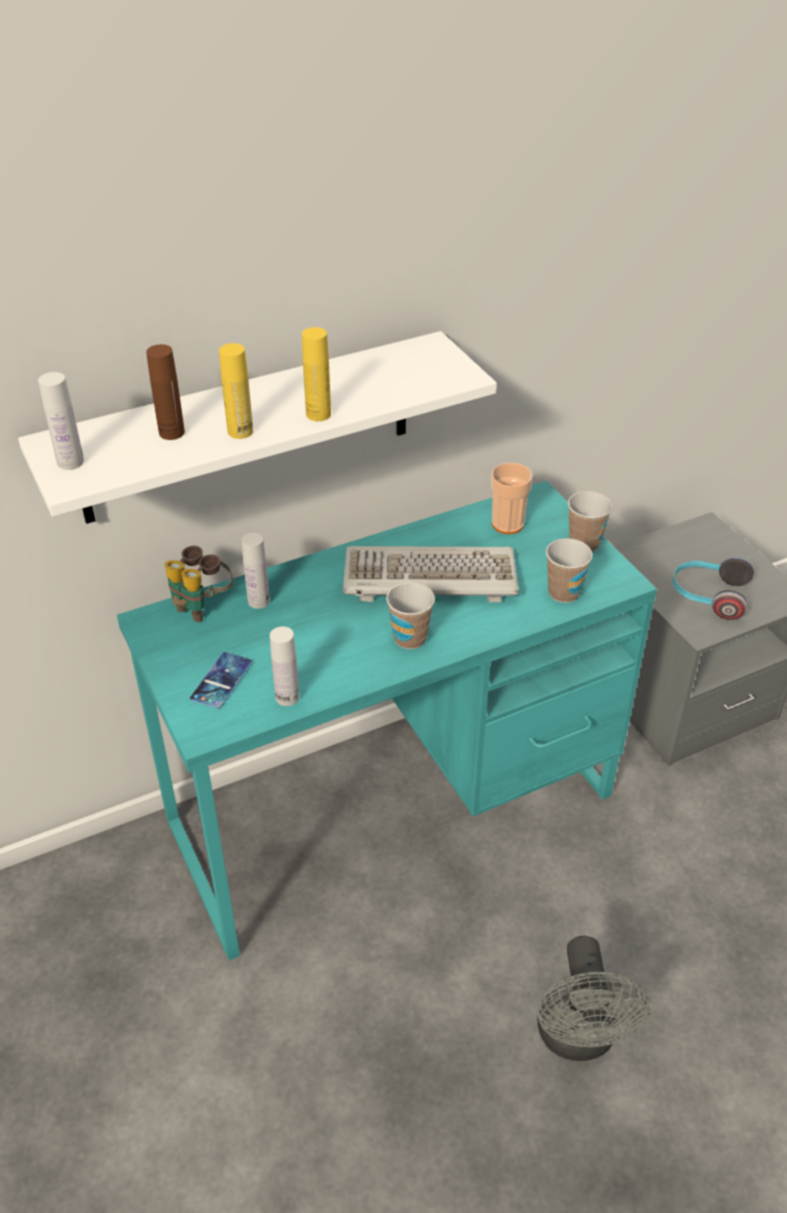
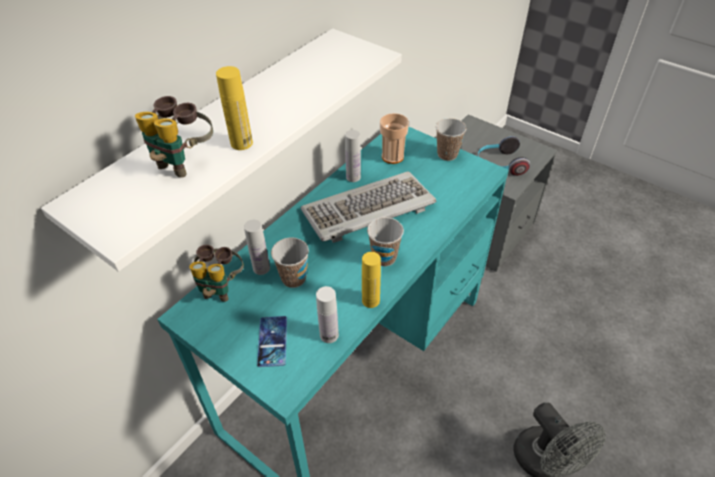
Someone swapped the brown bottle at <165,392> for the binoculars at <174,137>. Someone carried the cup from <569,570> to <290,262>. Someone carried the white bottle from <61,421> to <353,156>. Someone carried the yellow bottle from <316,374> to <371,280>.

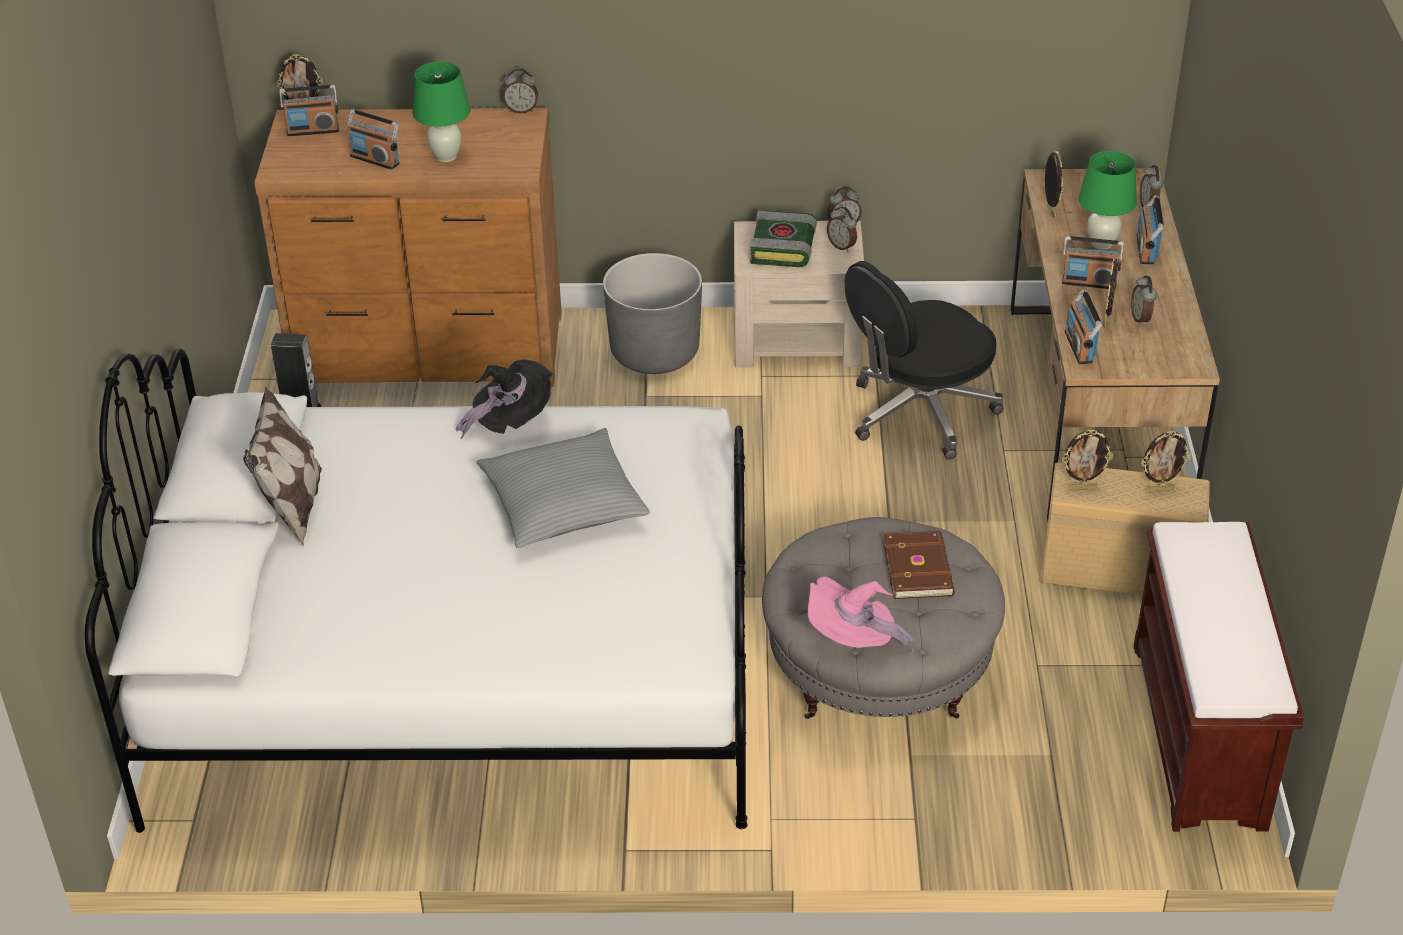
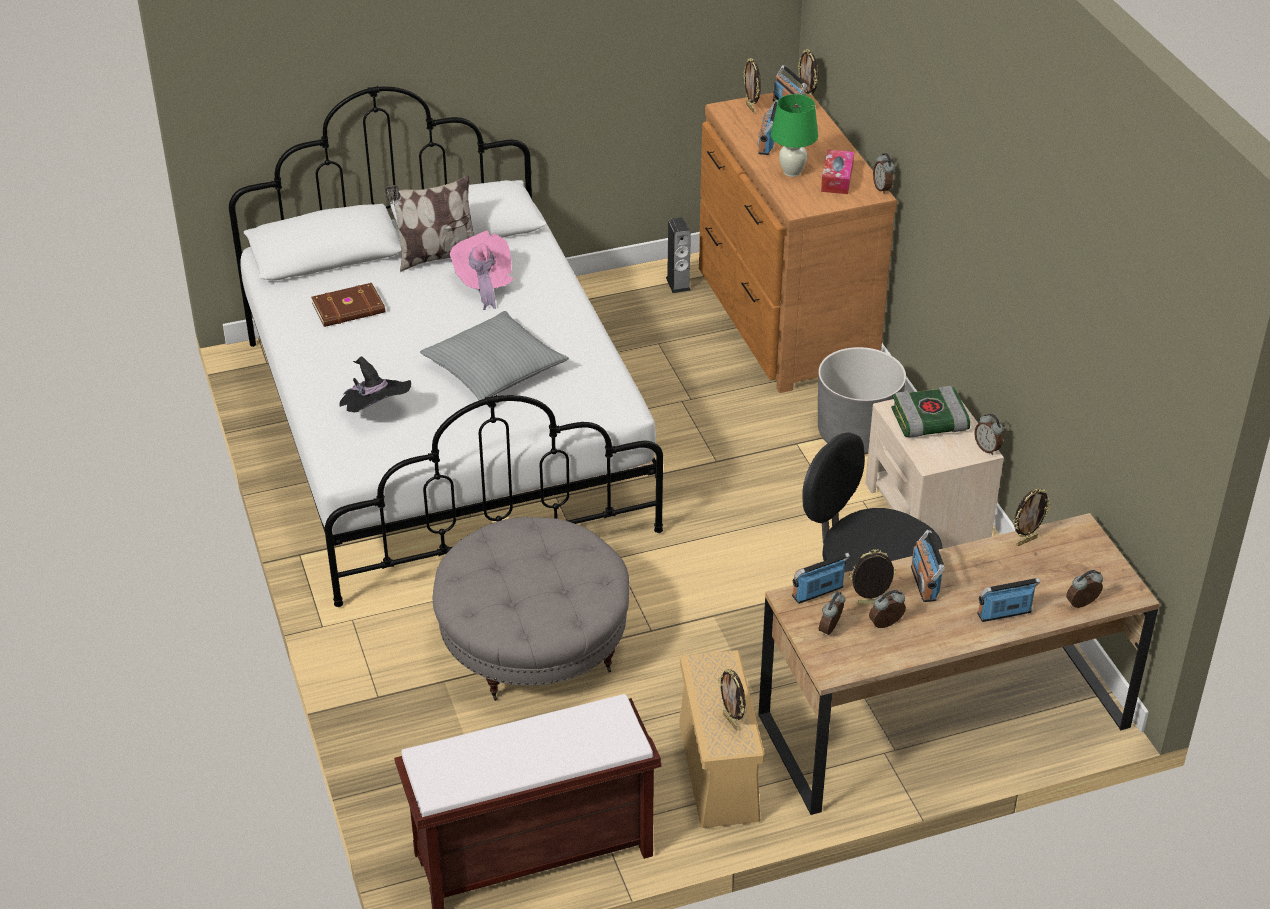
Someone carried the brown book from <919,565> to <348,305>. Someone carried the black hat from <504,399> to <375,384>. Someone carried the pink hat from <861,614> to <481,270>. Someone carried the picture frame from <1087,459> to <752,85>. Someone carried the alarm clock from <842,229> to <832,614>. Someone put down the tissue box at <837,171>. Someone took away the green table lamp at <1108,200>.

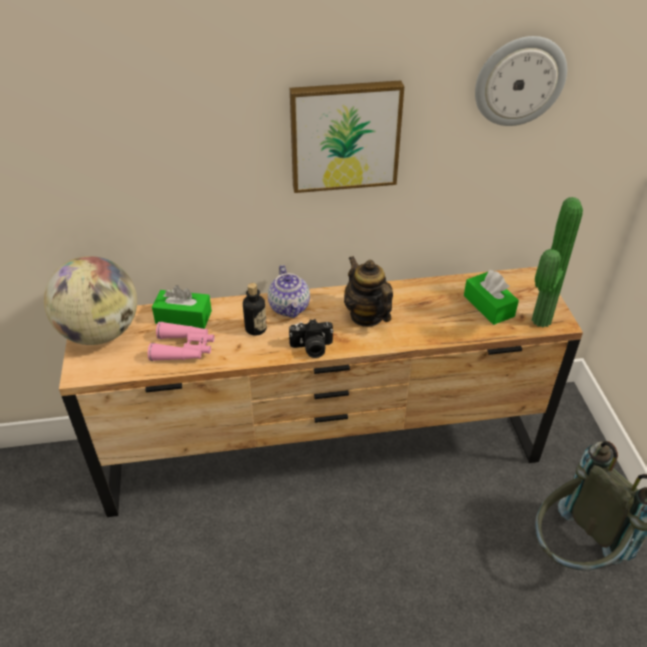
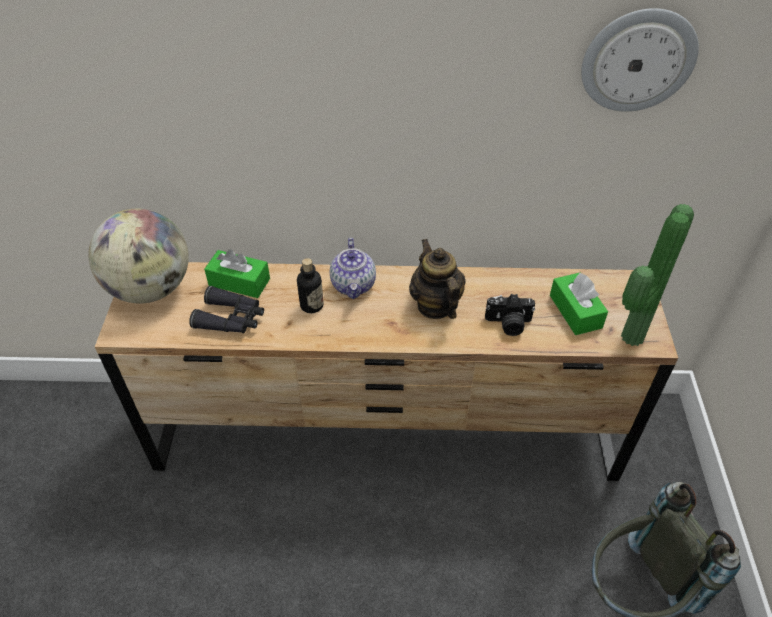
Someone repainted the pink binoculars at <181,341>, which became the black binoculars at <226,309>. Someone carried the photo camera from <311,338> to <510,315>. Someone took away the picture at <347,136>.

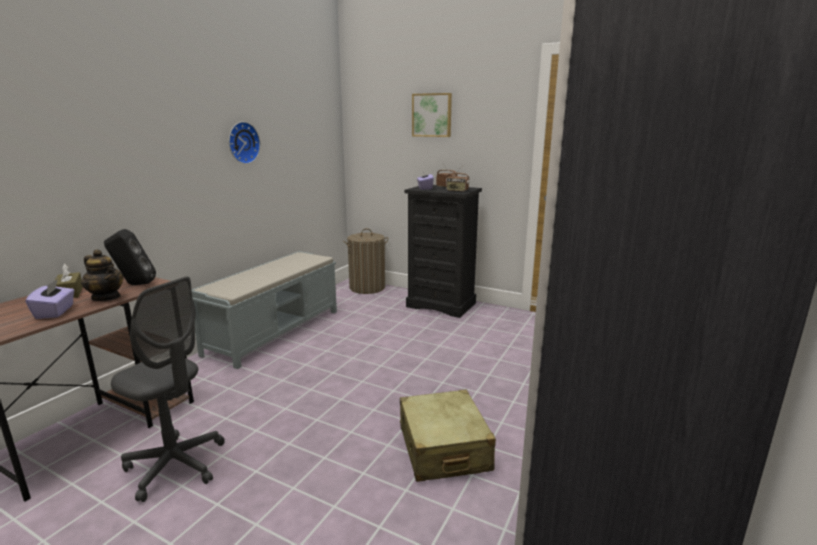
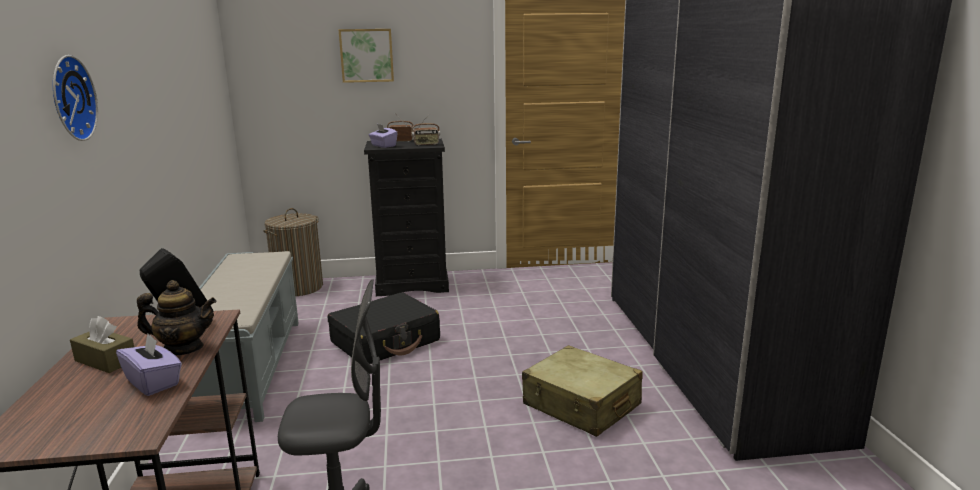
Someone carried the wall clock from <244,143> to <75,98>. Someone put down the black suitcase at <384,328>.

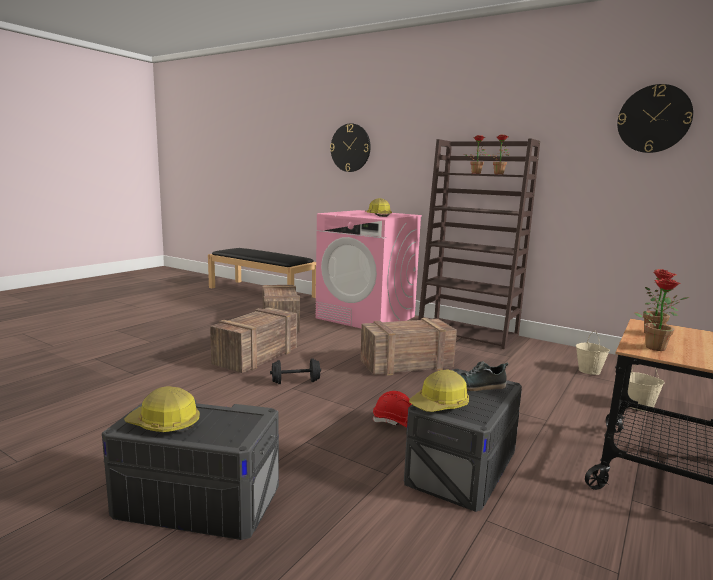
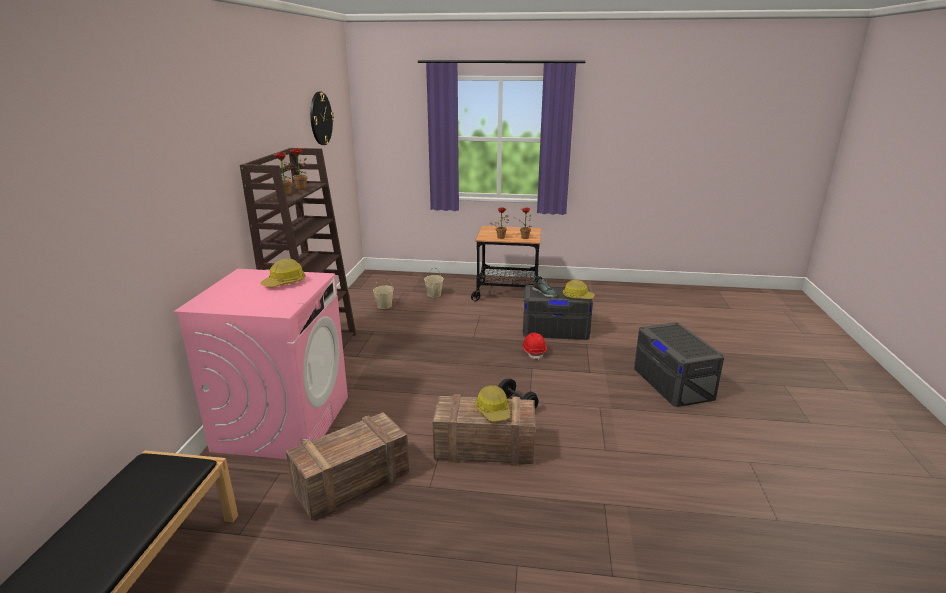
Someone carried the hard hat from <162,409> to <492,403>. Someone took away the wall clock at <350,147>. Someone took away the crate at <408,346>.

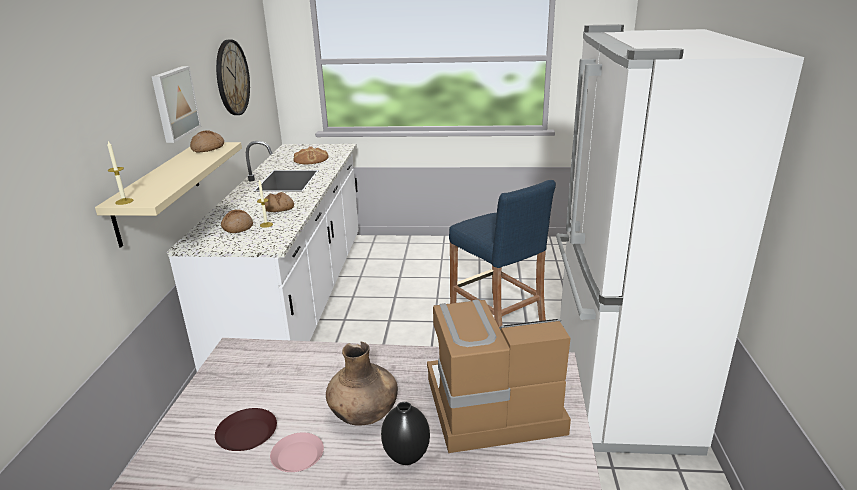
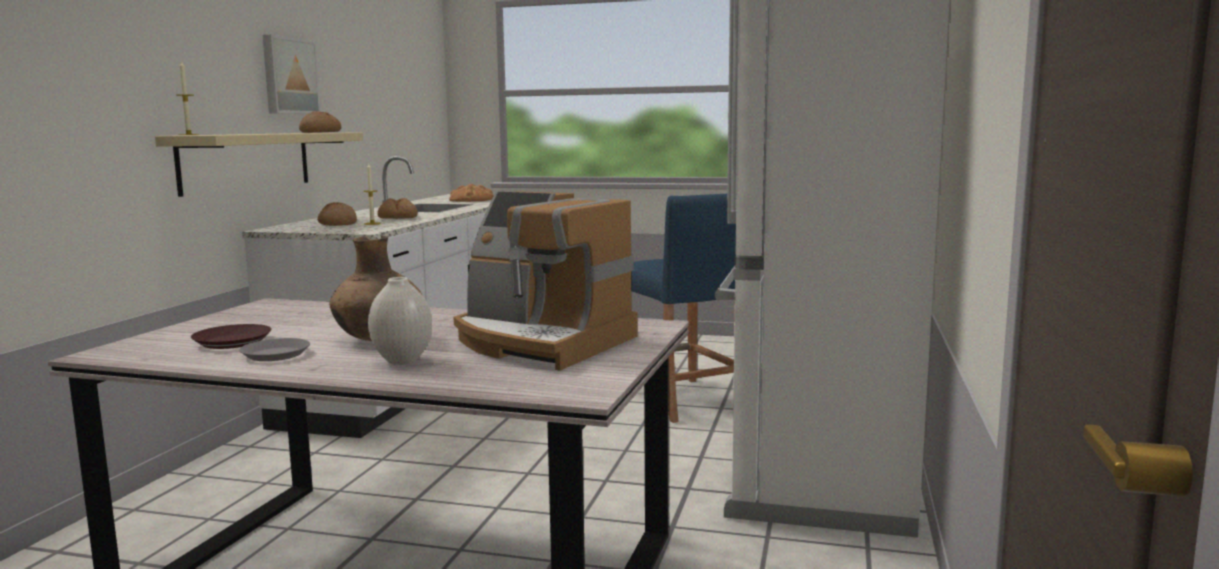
Someone repainted the pink plate at <297,452>, which became the grey plate at <274,349>. Someone repainted the black vase at <405,433>, which became the white vase at <400,321>. Someone rotated the coffee machine at <499,376> by 150 degrees counterclockwise. Someone took away the wall clock at <233,77>.

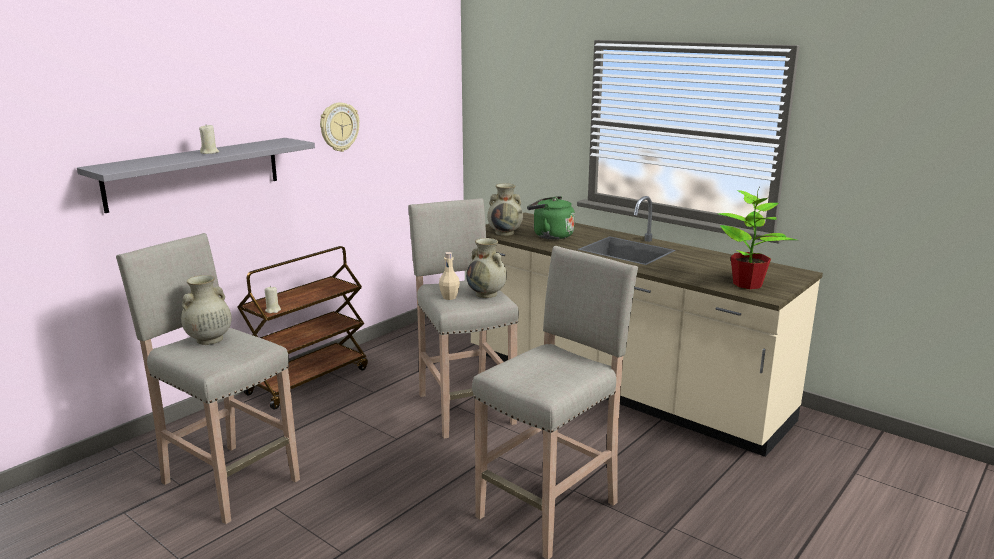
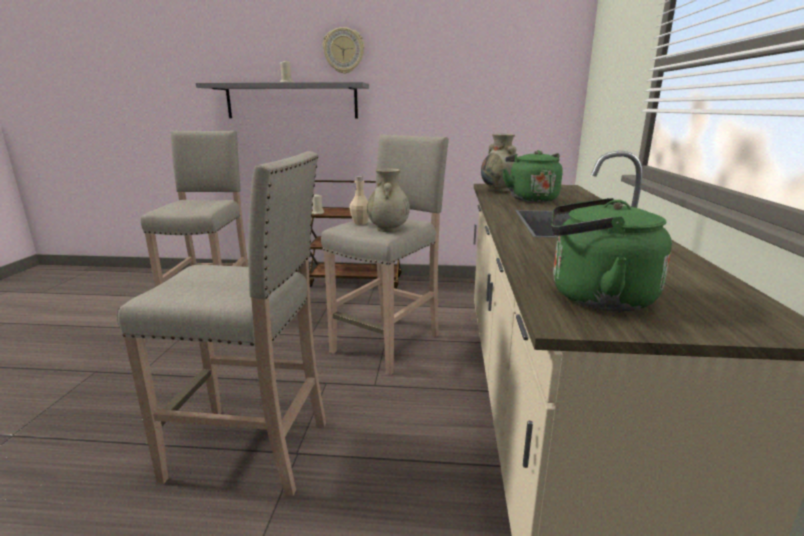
Someone carried the wall clock from <339,127> to <343,50>. Someone swapped the potted plant at <758,238> for the green kettle at <611,254>. Someone took away the beige vase at <206,310>.

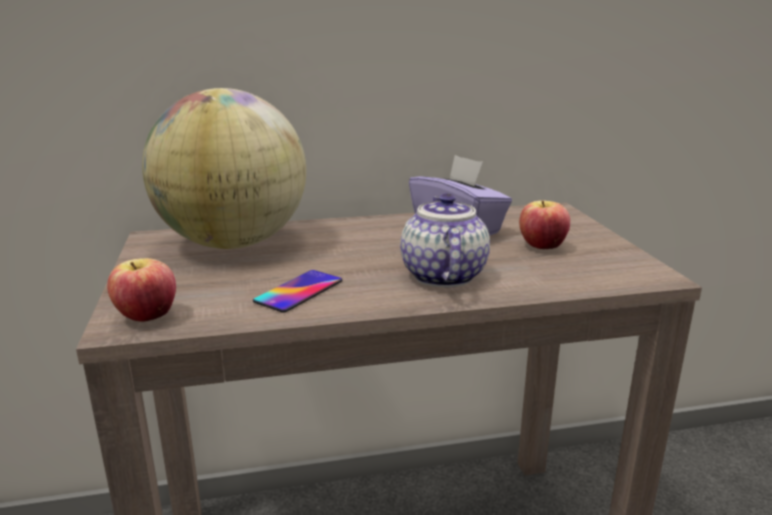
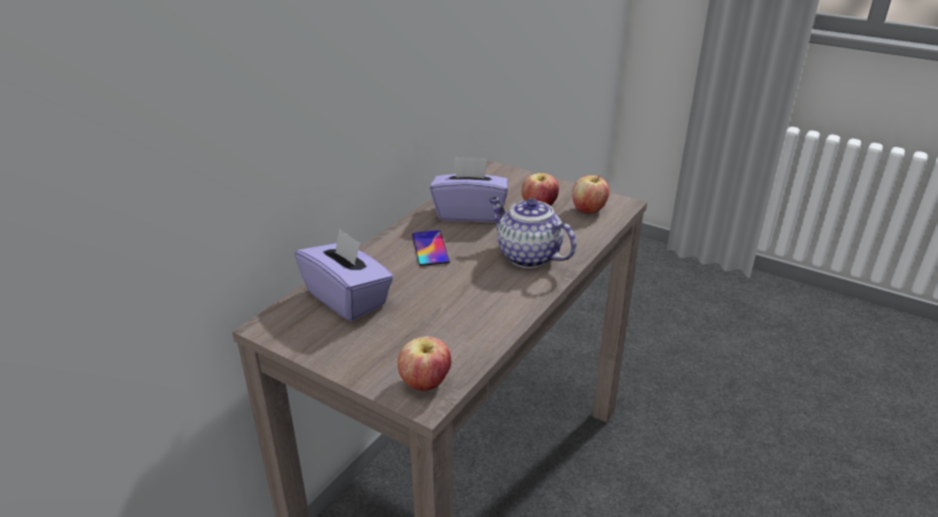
Someone swapped the globe at <224,168> for the purple tissue box at <344,274>. Someone carried the phone from <297,291> to <431,248>. Someone put down the apple at <591,194>.

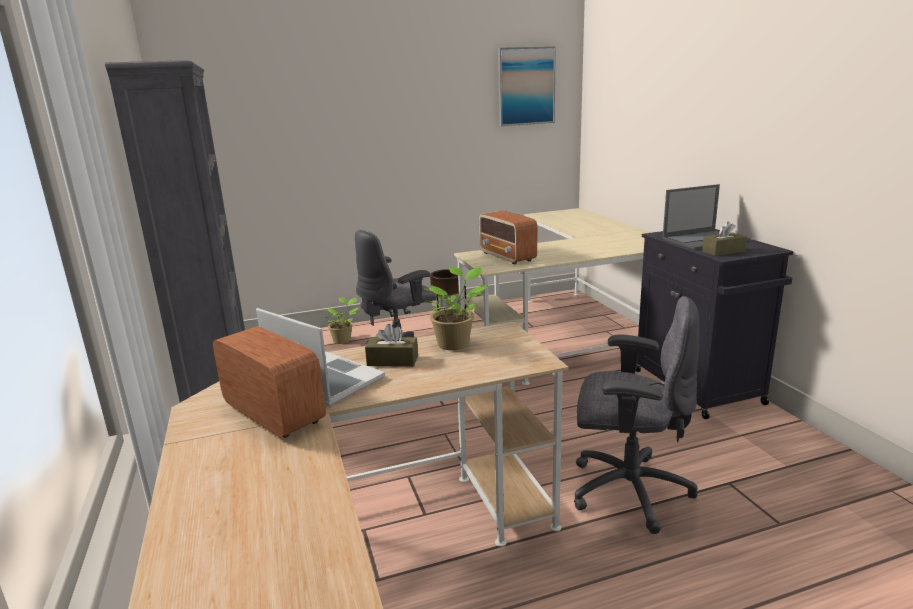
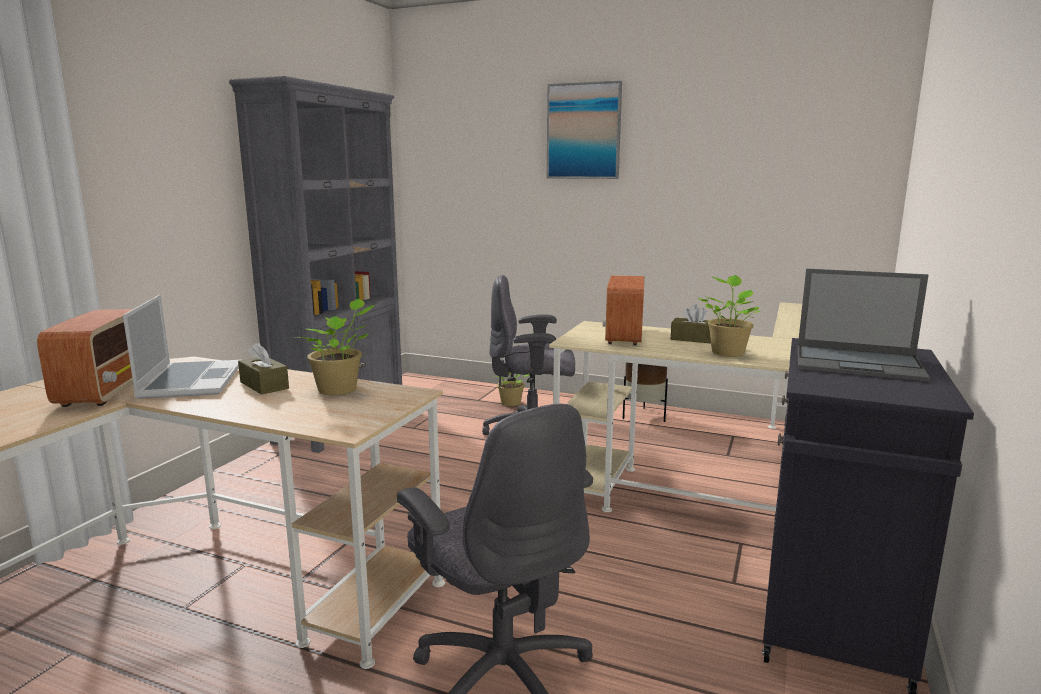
Someone carried the picture from <527,86> to <584,130>. Someone carried the brown tissue box from <724,239> to <691,323>. Someone put down the potted plant at <730,316>.

